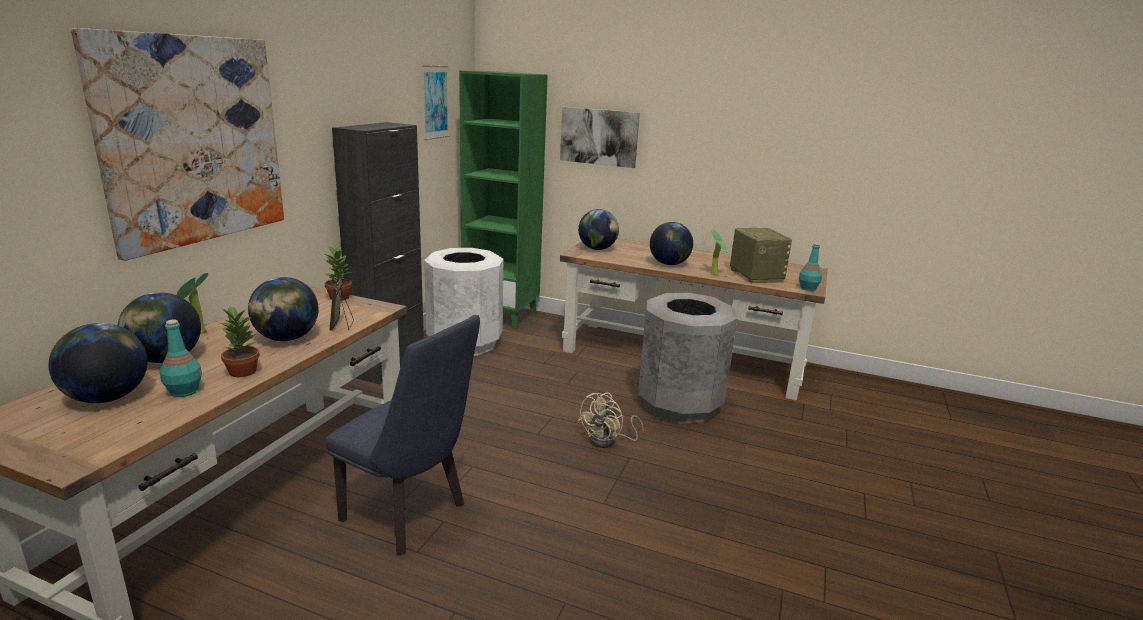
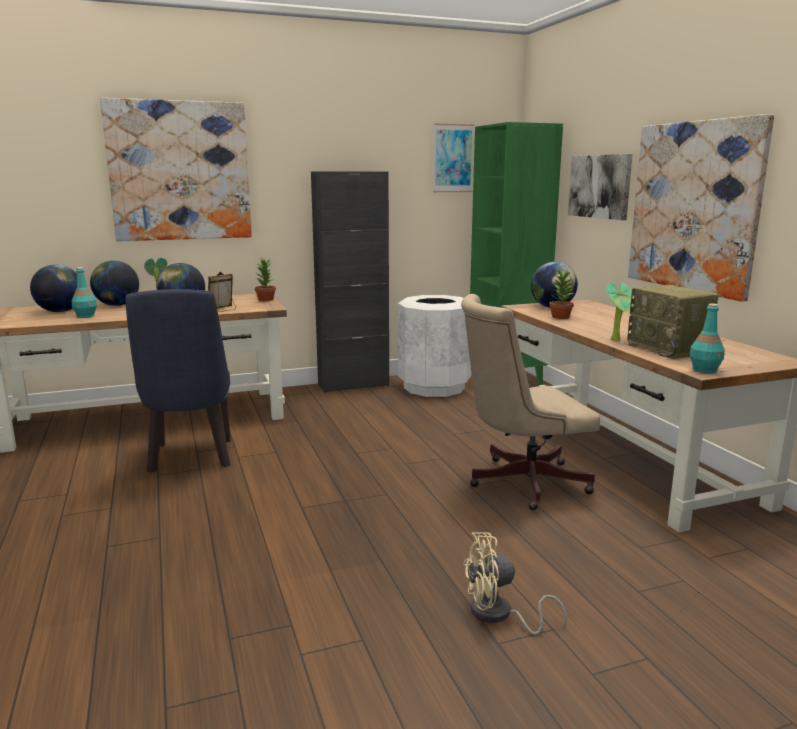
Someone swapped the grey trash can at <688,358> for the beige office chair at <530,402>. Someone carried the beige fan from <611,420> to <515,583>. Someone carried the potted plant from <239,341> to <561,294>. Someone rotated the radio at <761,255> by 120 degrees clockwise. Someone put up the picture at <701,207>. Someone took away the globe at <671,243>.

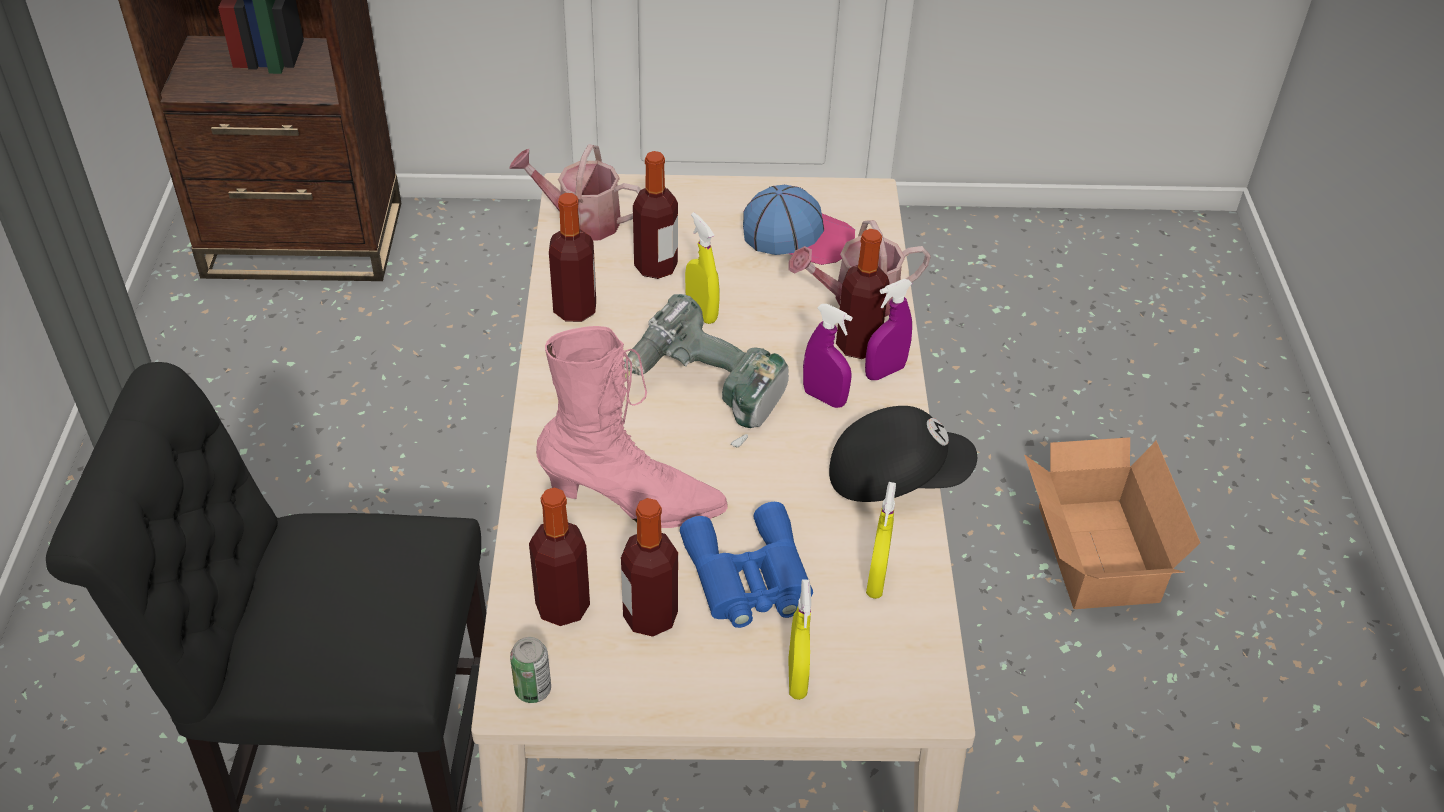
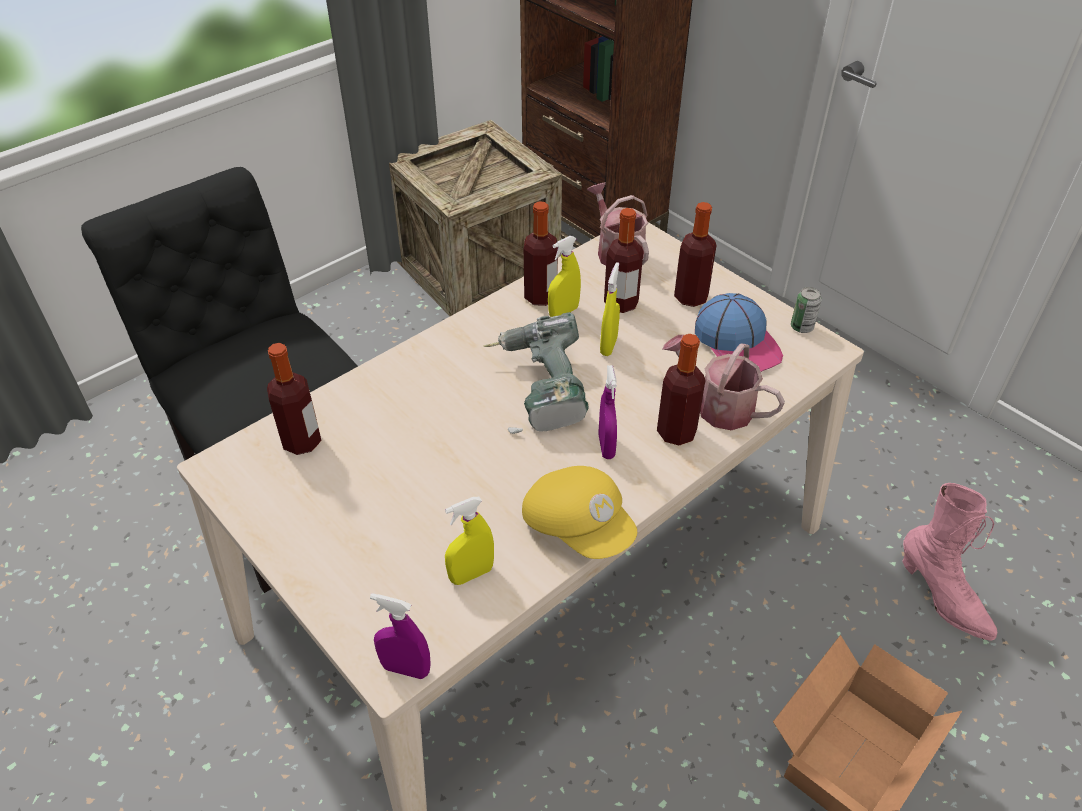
Someone carried the purple spray bottle from <888,329> to <400,636>. Someone put down the crate at <475,218>. Someone repainted the black cap at <903,454>, which became the yellow cap at <579,512>. Someone carried the yellow spray bottle from <799,640> to <564,276>. Someone carried the bottle from <649,567> to <695,254>. Someone carried the can from <530,670> to <806,310>. Someone carried the pink boot from <632,427> to <949,562>. Someone took away the blue binoculars at <746,565>.

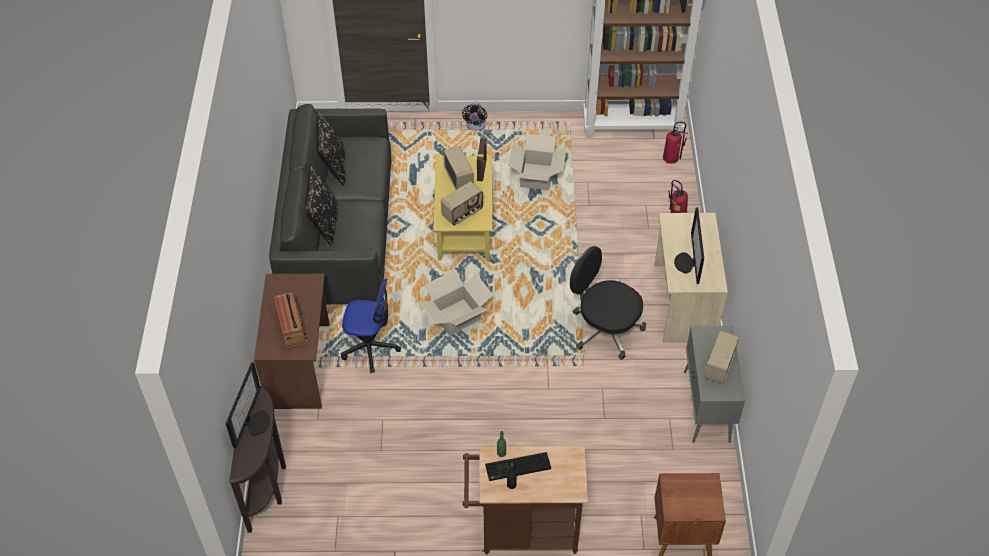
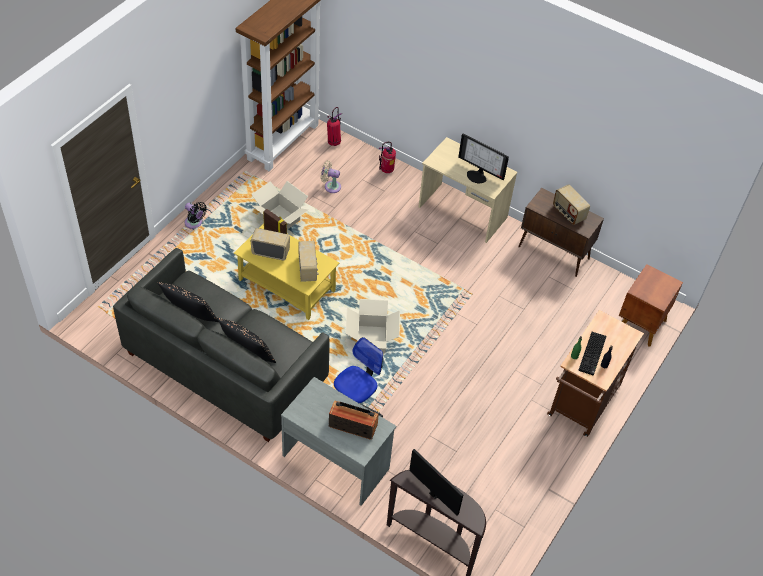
Someone repainted the brown desk at <292,341>, which became the grey desk at <338,441>. Someone put down the beige fan at <330,176>. Someone repainted the grey cabinet at <714,384>, which became the brown cabinet at <561,232>. Someone took away the black office chair at <608,303>.

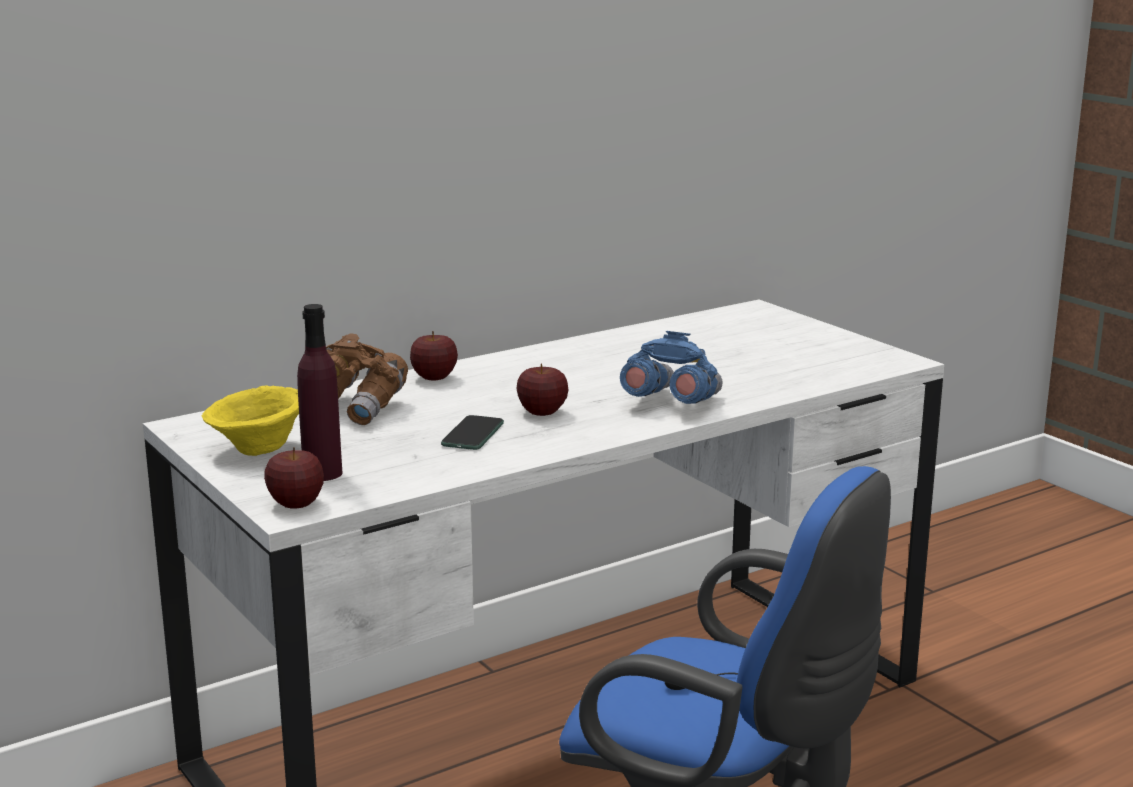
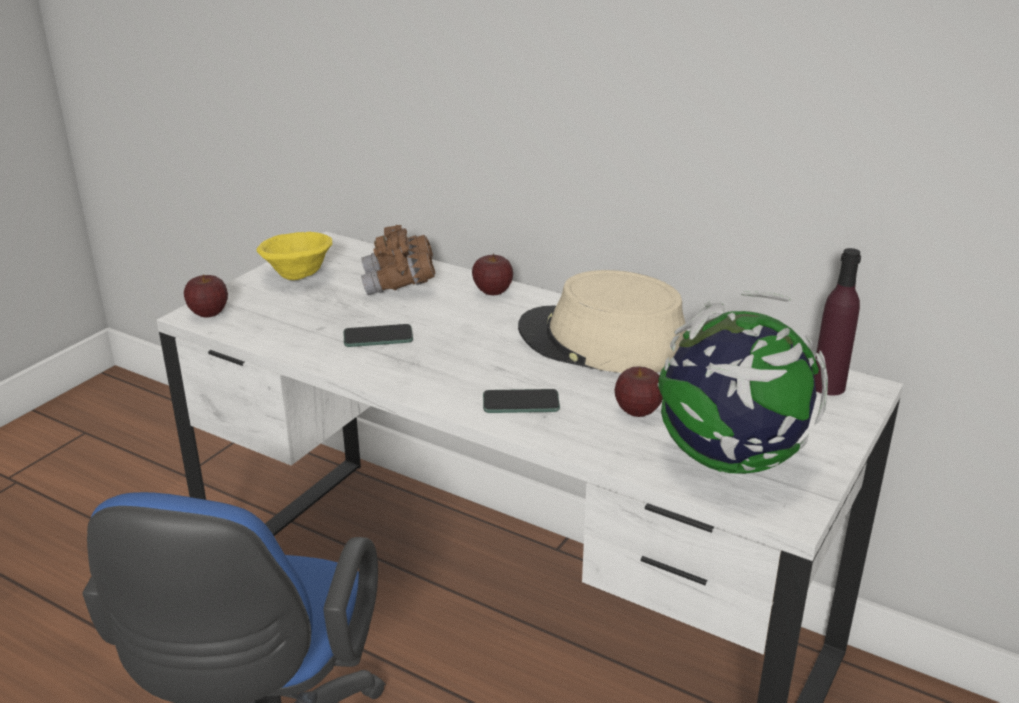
Someone swapped the blue binoculars at <671,367> for the phone at <521,401>. Someone put down the beige hat at <602,321>. Someone carried the apple from <542,389> to <639,391>. Someone put down the globe at <743,382>. Someone carried the purple bottle from <319,392> to <837,321>.

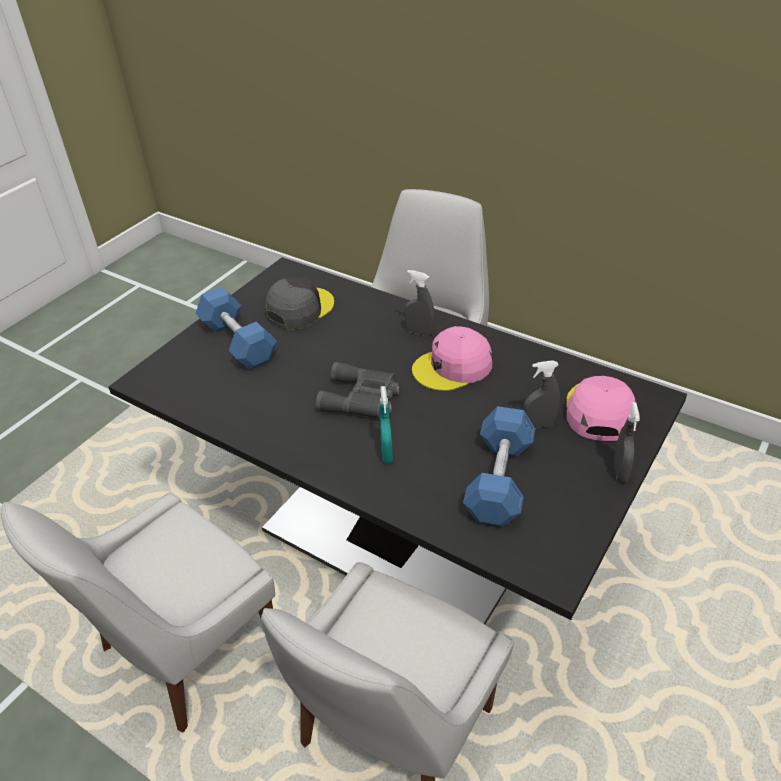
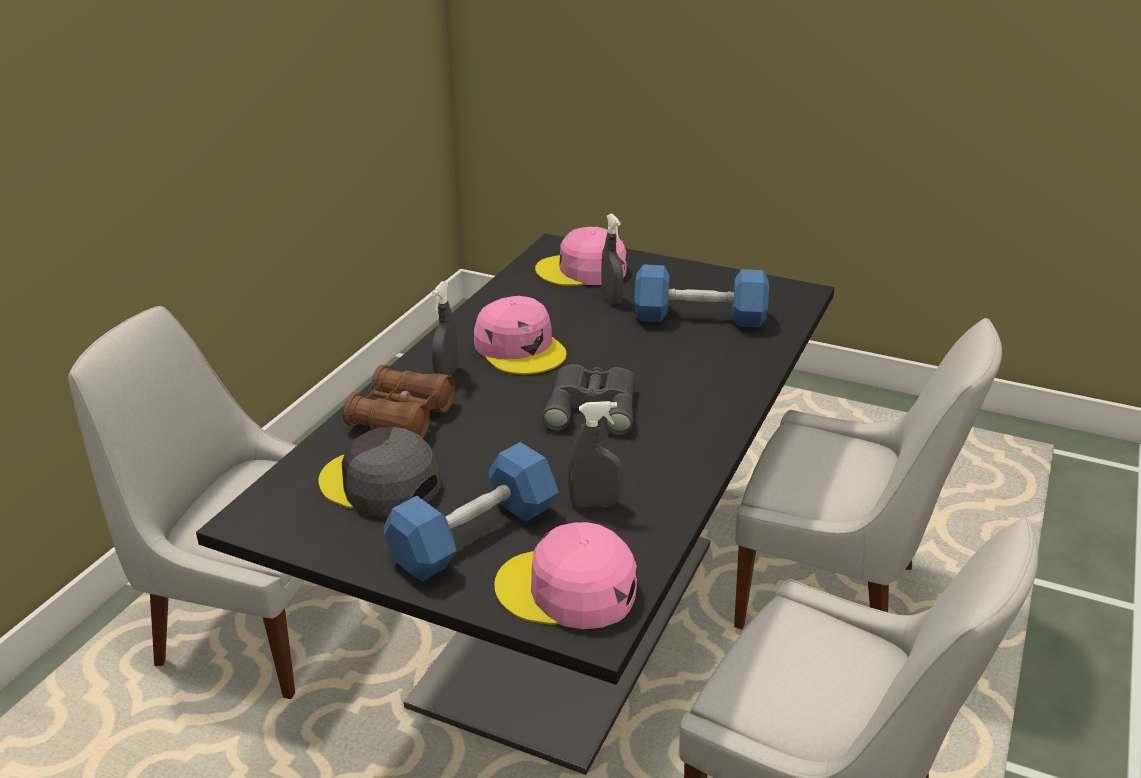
Someone put down the brown binoculars at <399,401>. Someone put down the pink cap at <565,575>. Someone carried the grey spray bottle from <627,442> to <595,454>. Someone took away the turquoise spray bottle at <386,425>.

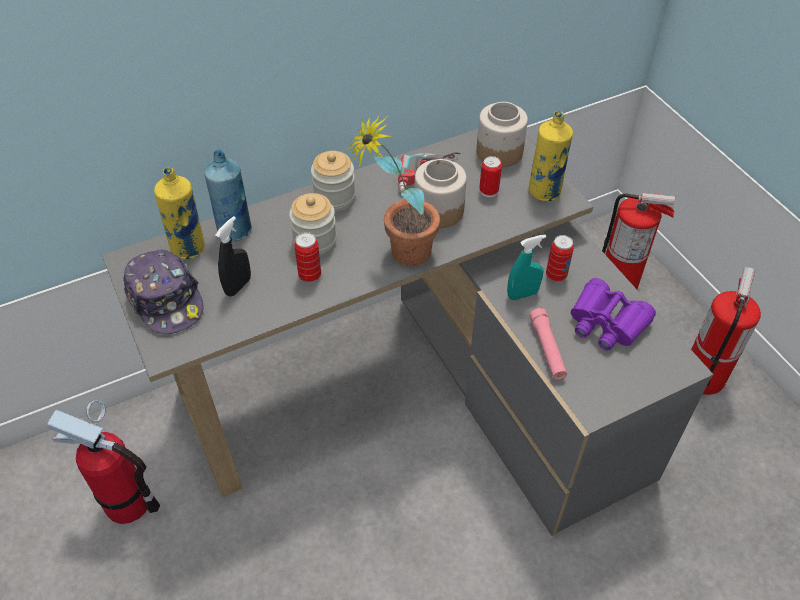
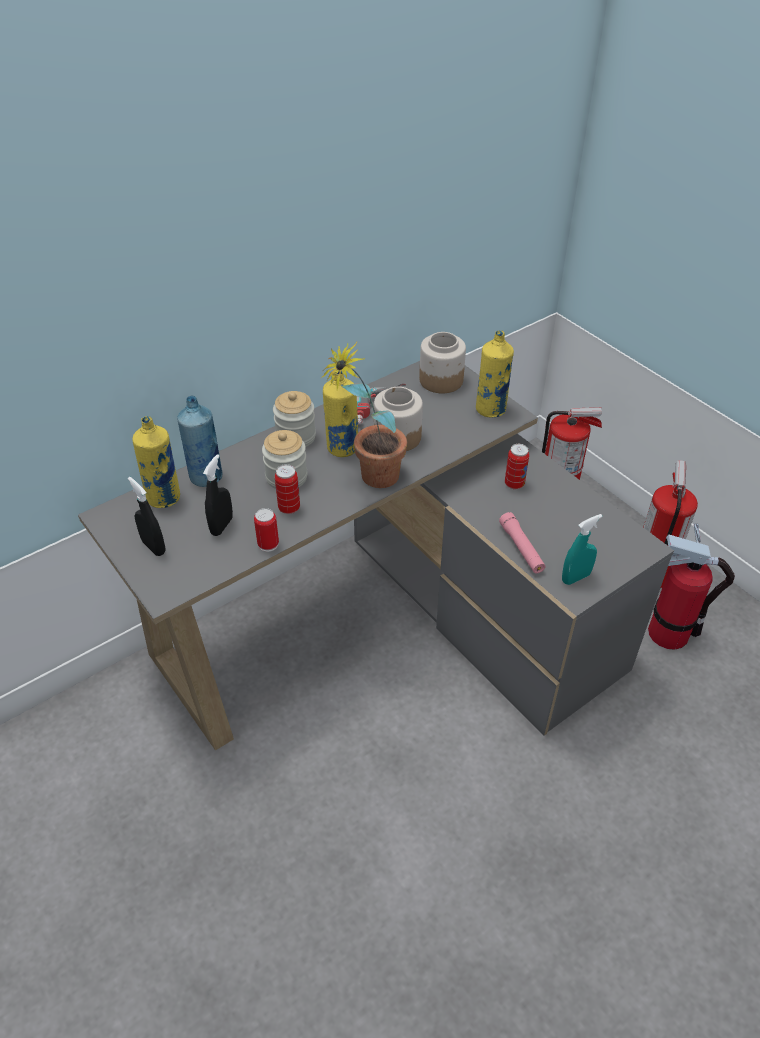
Someone swapped the cap at <163,292> for the black spray bottle at <146,516>. Someone carried the can from <490,176> to <266,530>. Someone put down the yellow bottle at <340,413>. Someone carried the turquoise spray bottle from <526,267> to <582,549>. Someone carried the fire extinguisher from <103,462> to <691,586>. Someone took away the purple binoculars at <613,314>.

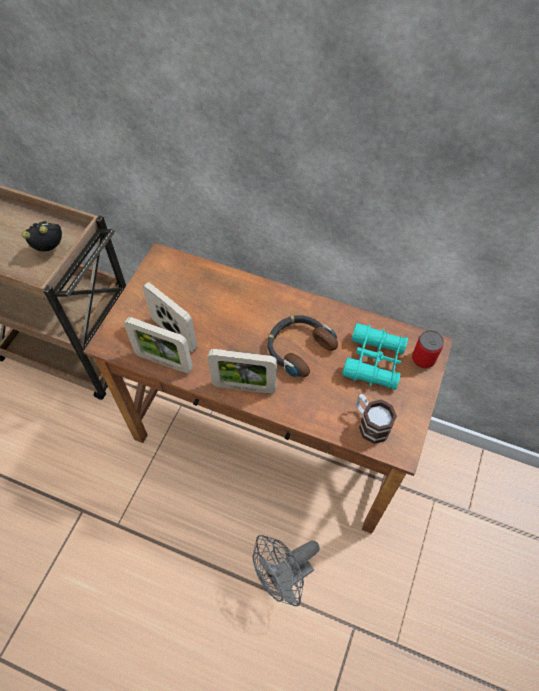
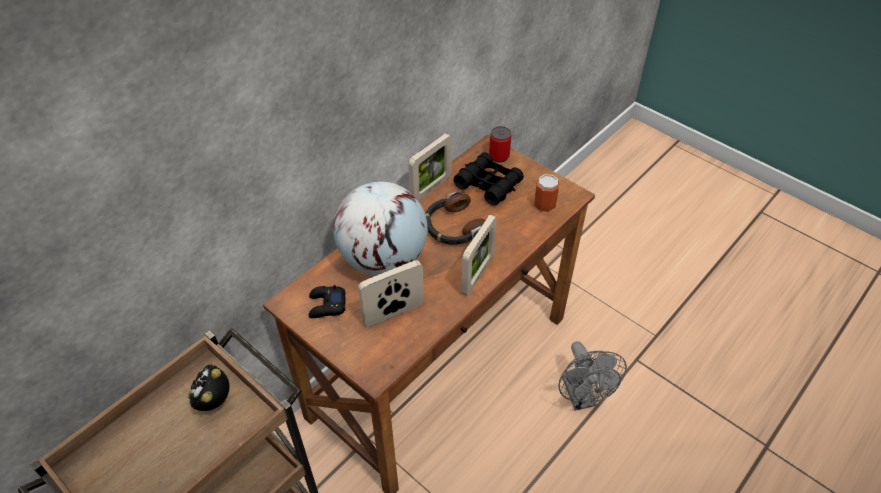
Someone put down the black game controller at <327,301>. Someone put down the globe at <380,228>. Someone carried the picture frame from <158,345> to <430,167>. Someone repainted the turquoise binoculars at <375,356>, which became the black binoculars at <489,179>. Someone swapped the mug at <376,419> for the can at <546,193>.

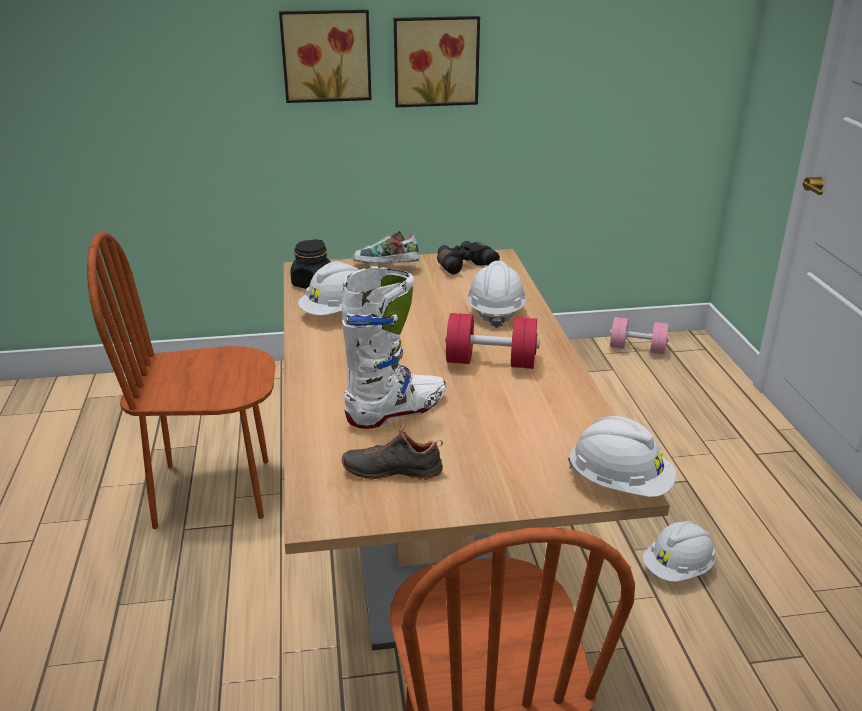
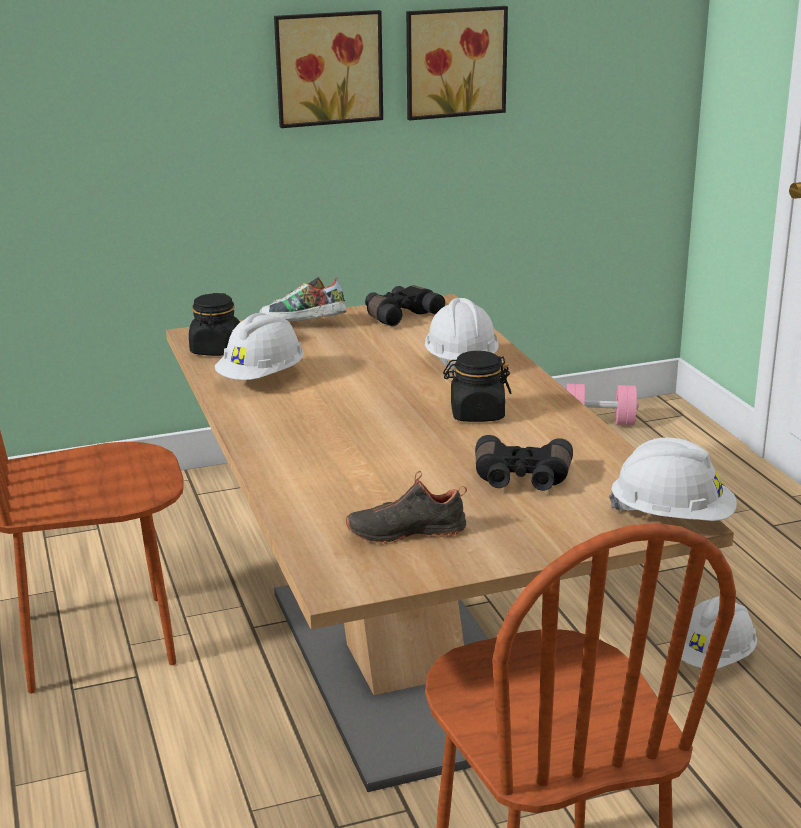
Someone carried the picture from <325,56> to <457,63>. Someone swapped the red dumbbell at <492,341> for the black jar at <477,386>. Someone put down the black binoculars at <524,463>. Someone took away the white boot at <394,348>.

